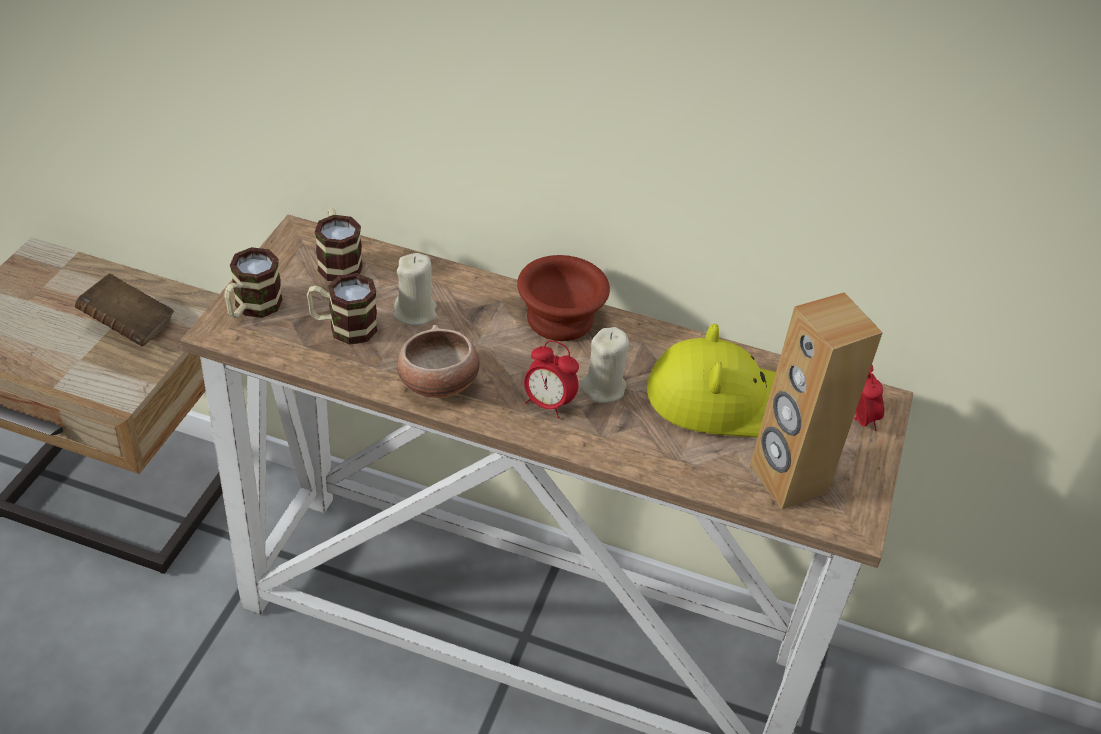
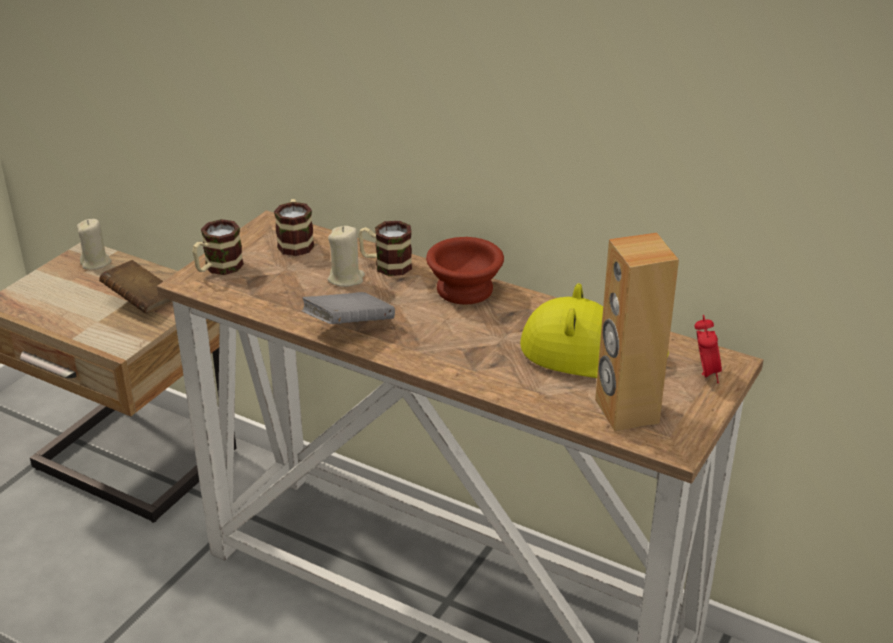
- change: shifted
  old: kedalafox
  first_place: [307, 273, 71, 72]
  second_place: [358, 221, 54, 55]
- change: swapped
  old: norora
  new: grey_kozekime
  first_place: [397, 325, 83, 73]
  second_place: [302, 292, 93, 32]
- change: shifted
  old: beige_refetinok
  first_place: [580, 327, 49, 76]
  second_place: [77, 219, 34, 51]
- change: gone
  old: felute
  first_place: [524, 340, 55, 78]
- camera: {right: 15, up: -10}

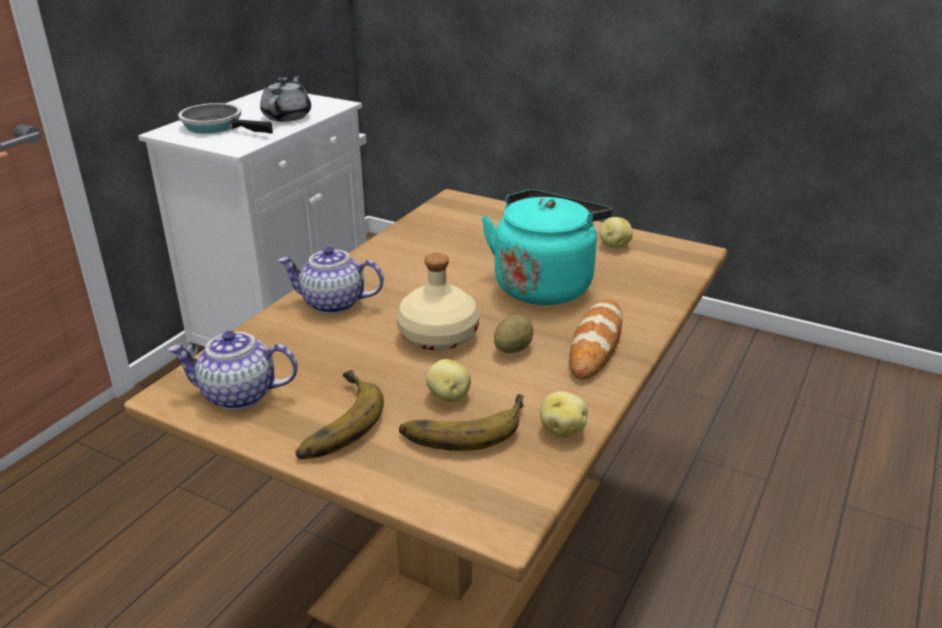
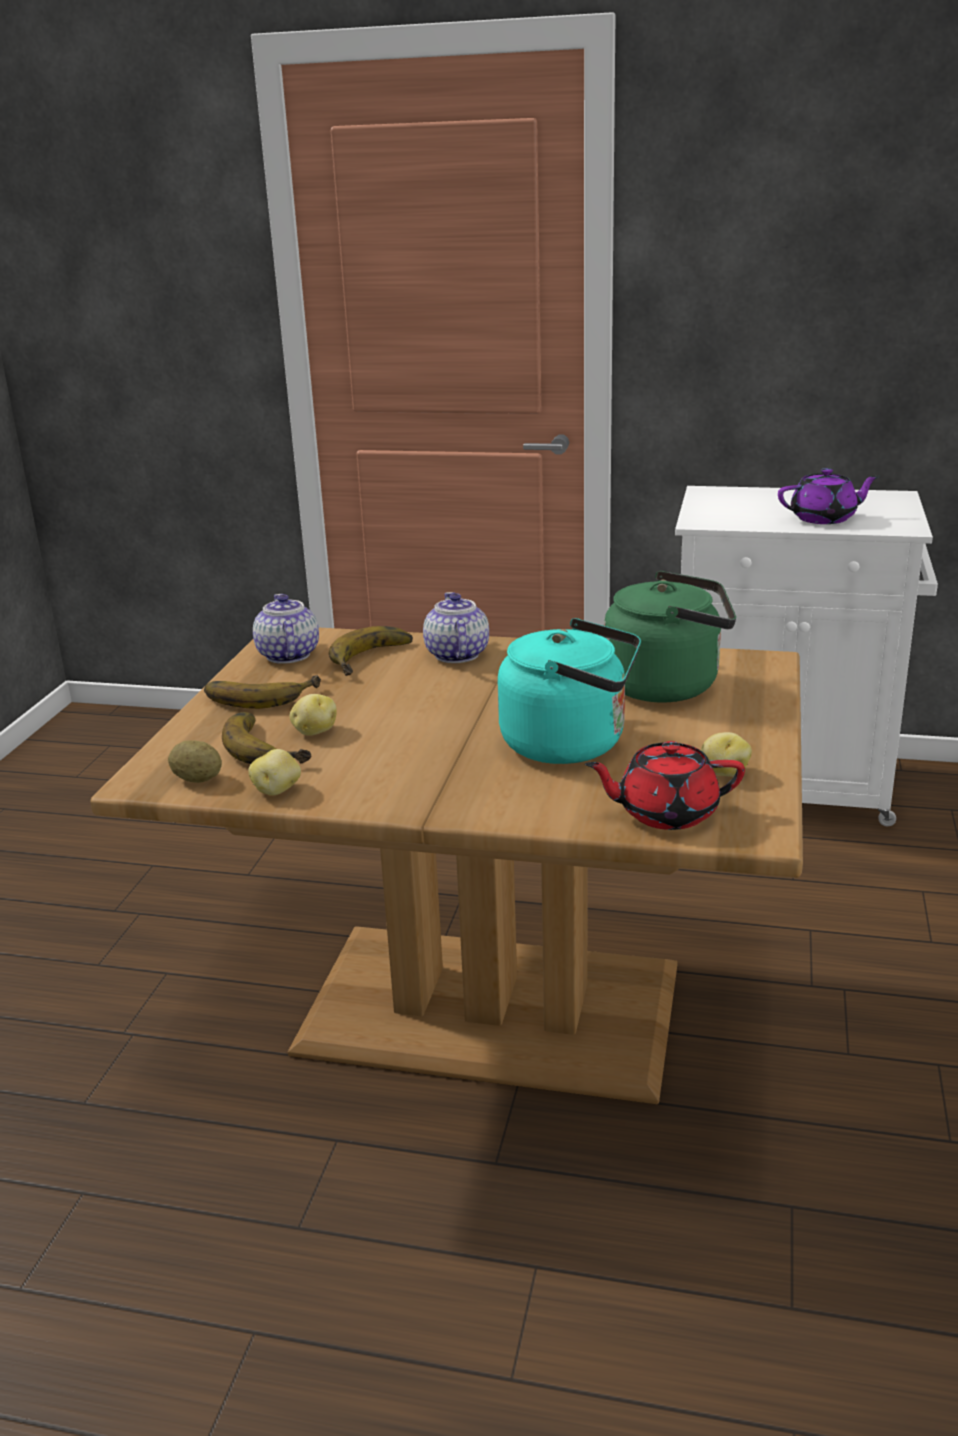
- change: repainted
  old: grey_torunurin
  new: purple_torunurin
  first_place: [260, 75, 51, 47]
  second_place: [778, 468, 102, 56]
- change: gone
  old: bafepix
  first_place: [178, 103, 95, 31]
- change: gone
  old: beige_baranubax
  first_place: [396, 253, 83, 97]
- change: gone
  old: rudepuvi
  first_place: [569, 299, 53, 81]
- change: shifted
  old: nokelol
  first_place: [494, 315, 40, 38]
  second_place: [168, 740, 54, 43]
- change: new
  new: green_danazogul
  second_place: [604, 571, 132, 132]
- change: new
  new: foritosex
  second_place: [329, 626, 84, 50]
- change: new
  new: red_torunurin
  second_place: [585, 741, 160, 89]
- camera: {right: 75, up: -5}

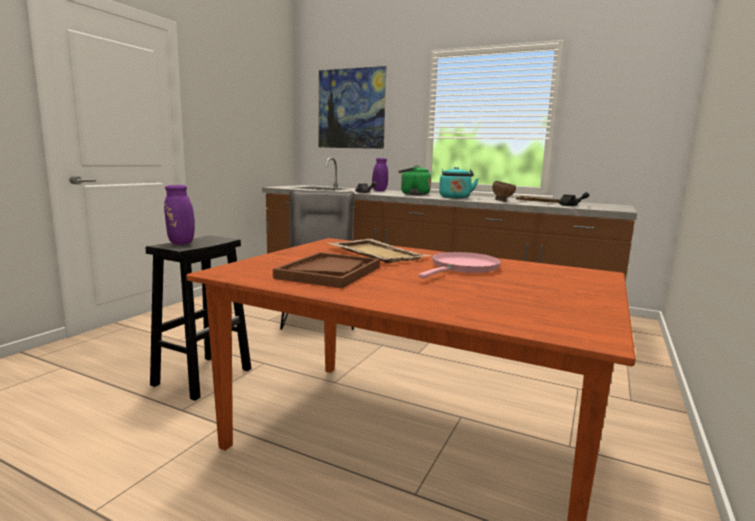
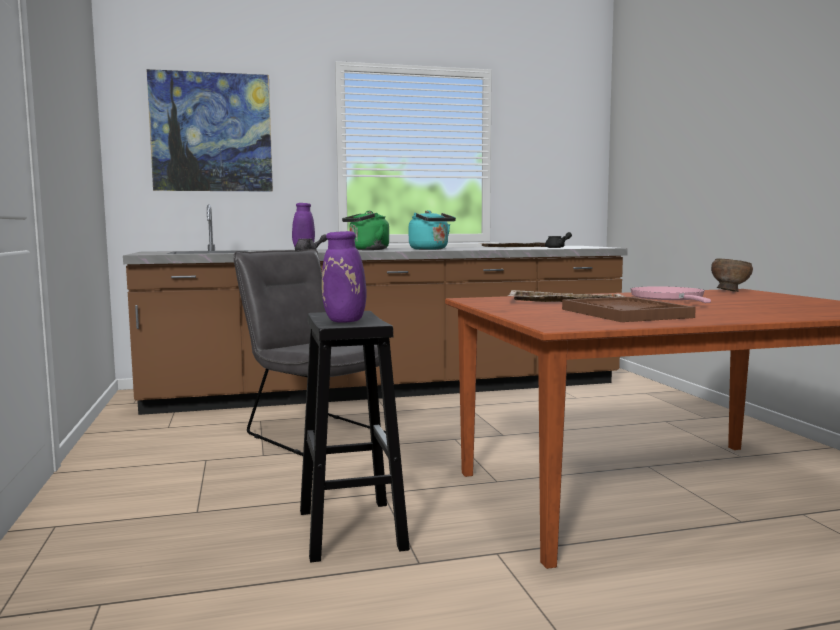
- change: shifted
  old: brown_norora
  first_place: [492, 181, 24, 21]
  second_place: [711, 259, 42, 33]
- camera: {right: -40, up: -5}

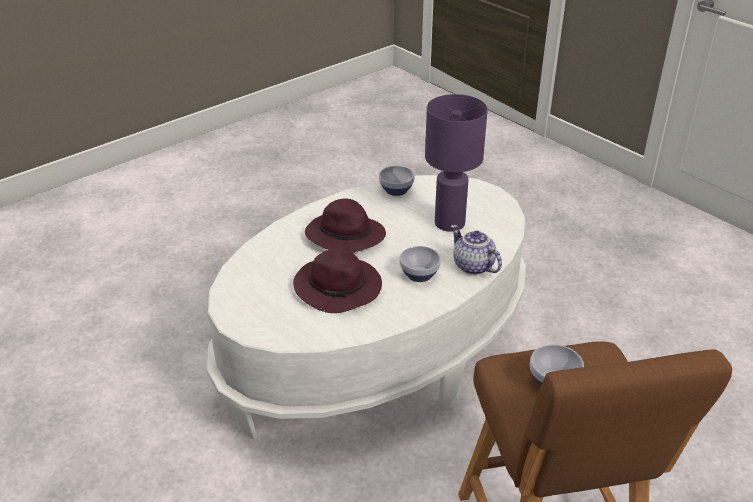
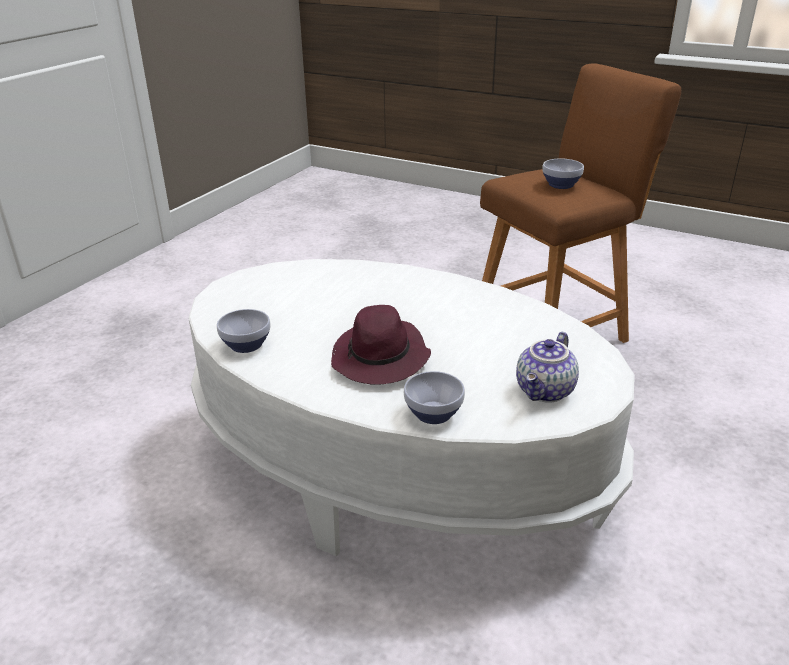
- change: gone
  old: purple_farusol
  first_place: [425, 94, 63, 138]
- change: shifted
  old: torunurin
  first_place: [451, 225, 51, 50]
  second_place: [516, 331, 63, 72]
- change: shifted
  old: norora
  first_place: [399, 246, 42, 36]
  second_place: [404, 371, 61, 53]
- change: gone
  old: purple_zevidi
  first_place: [293, 249, 89, 64]
- camera: {right: -110, up: -5}

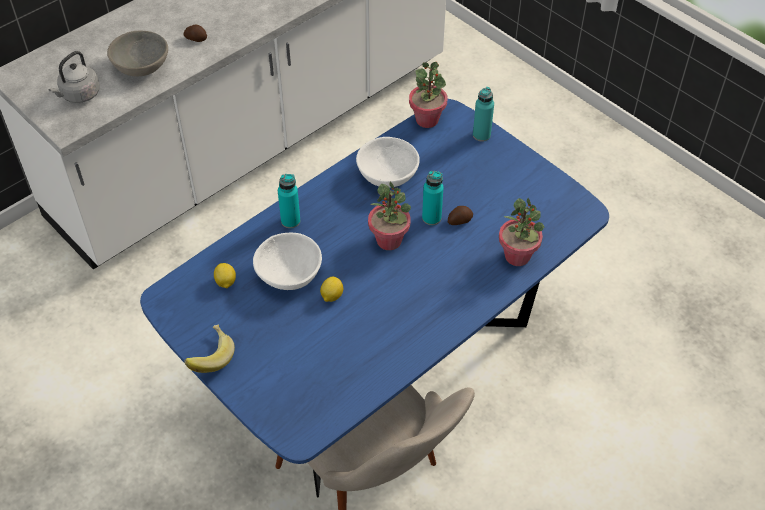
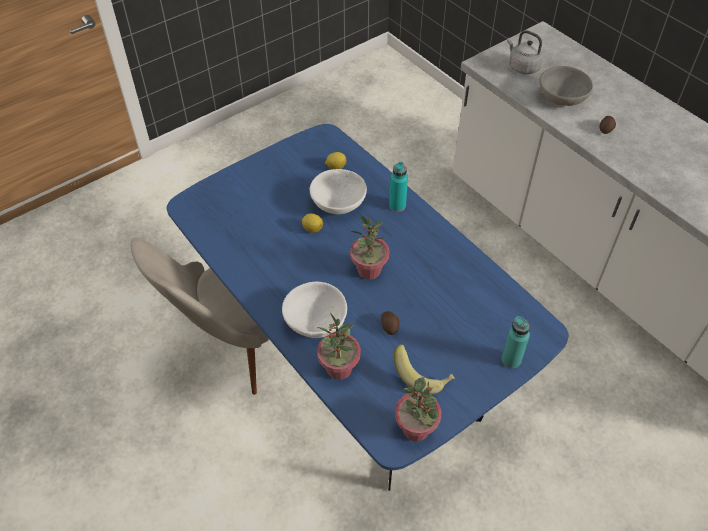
- change: shifted
  old: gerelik
  first_place: [409, 62, 38, 66]
  second_place: [395, 377, 47, 64]
- change: shifted
  old: white_norora
  first_place: [356, 137, 64, 51]
  second_place: [282, 281, 65, 57]
- change: gone
  old: turquoise_baranubax
  first_place: [422, 171, 21, 54]
- change: shifted
  old: foritosex
  first_place: [184, 324, 51, 49]
  second_place: [394, 344, 61, 51]
- camera: {right: 95, up: 0}

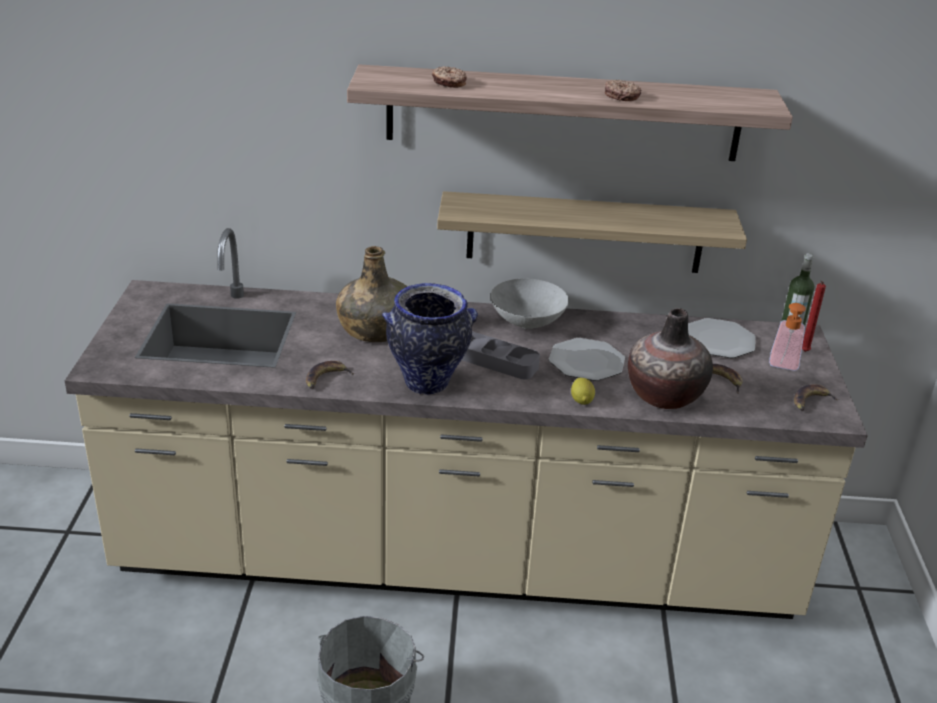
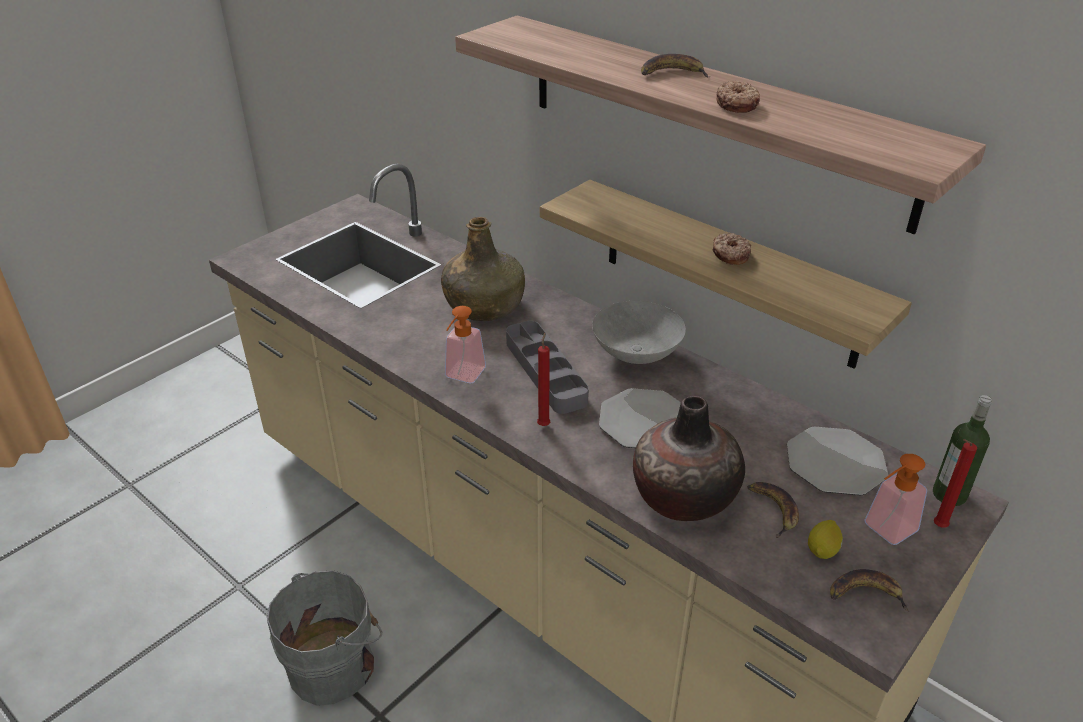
- change: shifted
  old: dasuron
  first_place: [432, 66, 35, 22]
  second_place: [712, 233, 39, 32]
- change: swapped
  old: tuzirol
  new: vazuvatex
  first_place: [382, 283, 96, 112]
  second_place: [445, 306, 41, 77]
- change: shifted
  old: foritosex
  first_place: [306, 361, 49, 27]
  second_place: [641, 54, 68, 24]
- change: shifted
  old: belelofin
  first_place: [571, 378, 24, 27]
  second_place: [808, 520, 35, 39]
- change: new
  new: red_refetinok
  second_place: [537, 333, 13, 93]
- camera: {right: 40, up: 5}

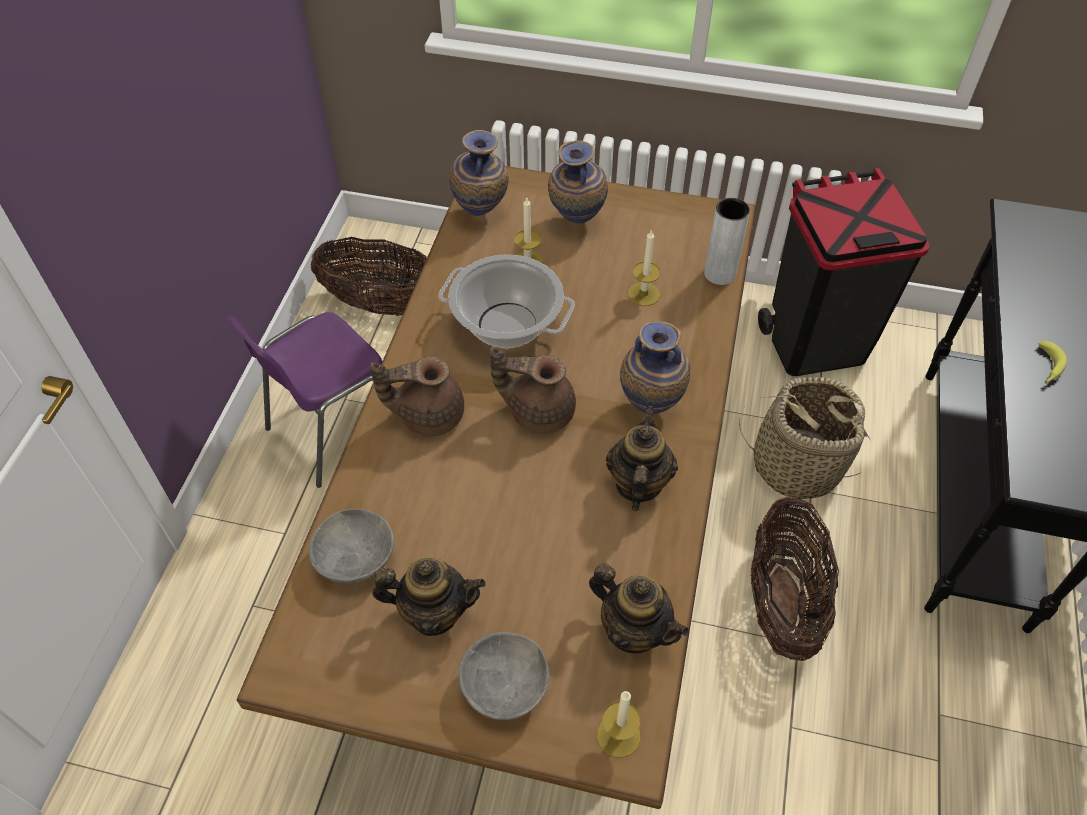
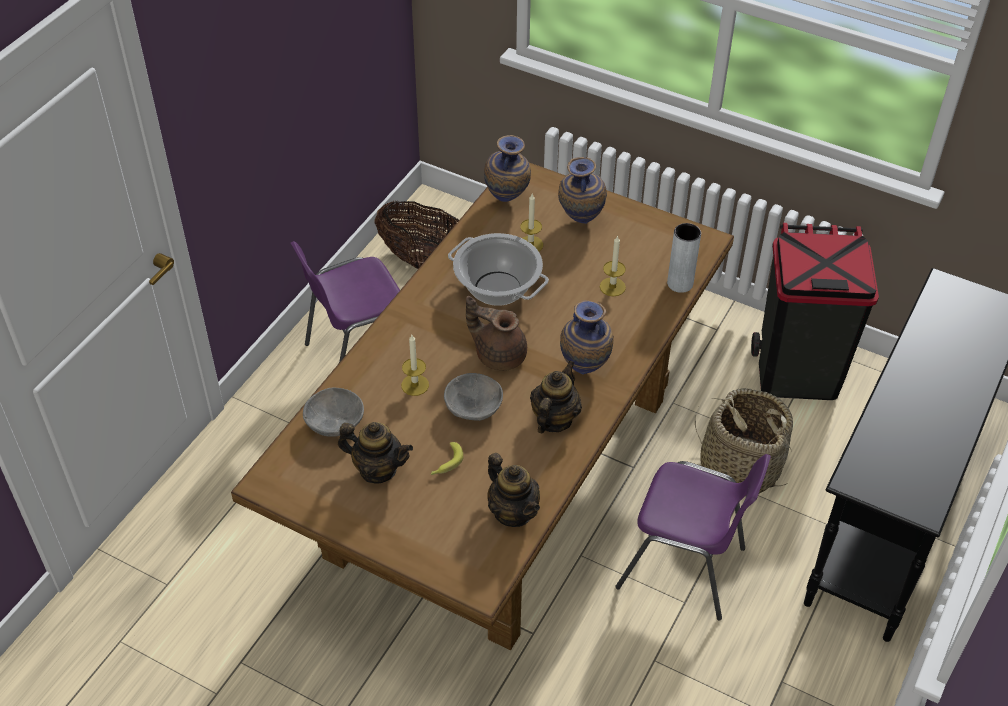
- change: shifted
  old: foritosex
  first_place: [1038, 341, 29, 42]
  second_place: [431, 442, 33, 33]
- change: gone
  old: brown_torunurin
  first_place: [370, 356, 94, 80]
- change: swapped
  old: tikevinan
  new: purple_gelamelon
  first_place: [750, 497, 89, 164]
  second_place: [615, 454, 156, 167]
- change: shifted
  old: grey_norora
  first_place: [459, 632, 90, 88]
  second_place: [444, 373, 59, 48]
- change: shifted
  old: refetinok
  first_place: [597, 691, 44, 67]
  second_place: [401, 335, 28, 61]
- camera: {right: 15, up: -5}

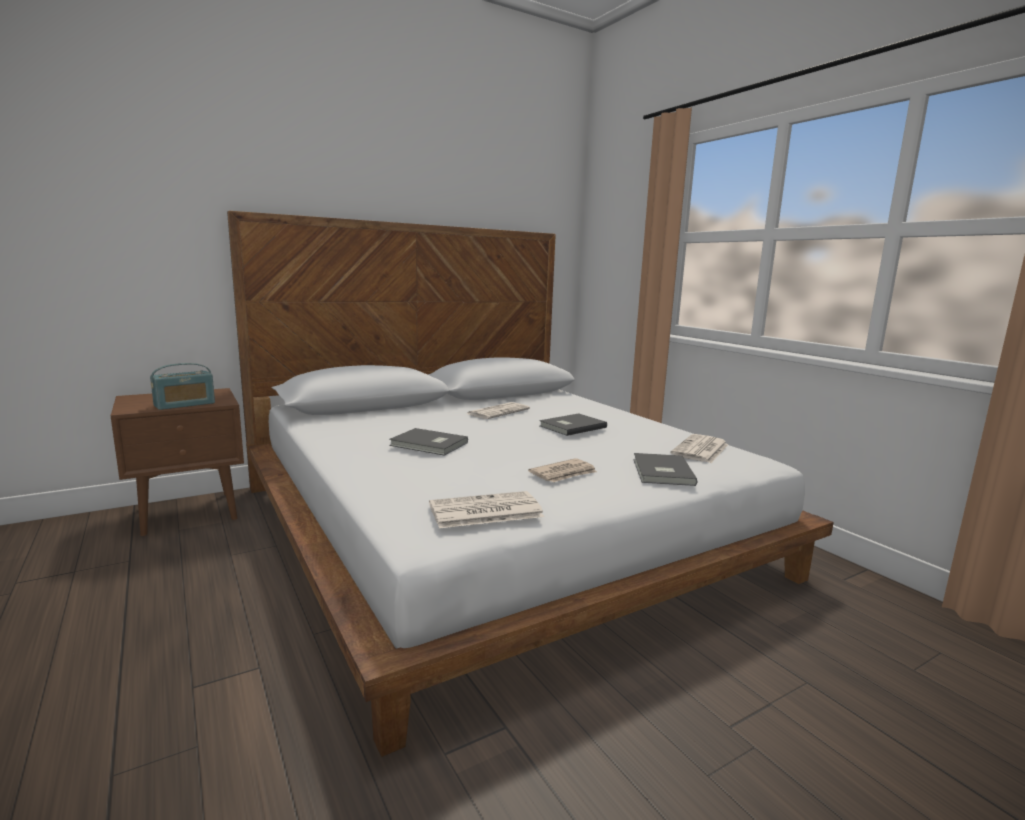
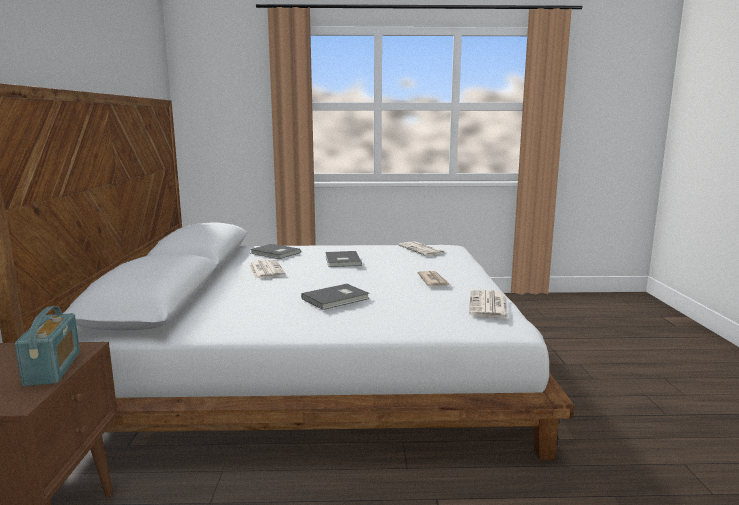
- change: shifted
  old: grey_kozekime
  first_place: [633, 453, 64, 33]
  second_place: [250, 244, 51, 15]
- camera: {right: -60, up: 0}

